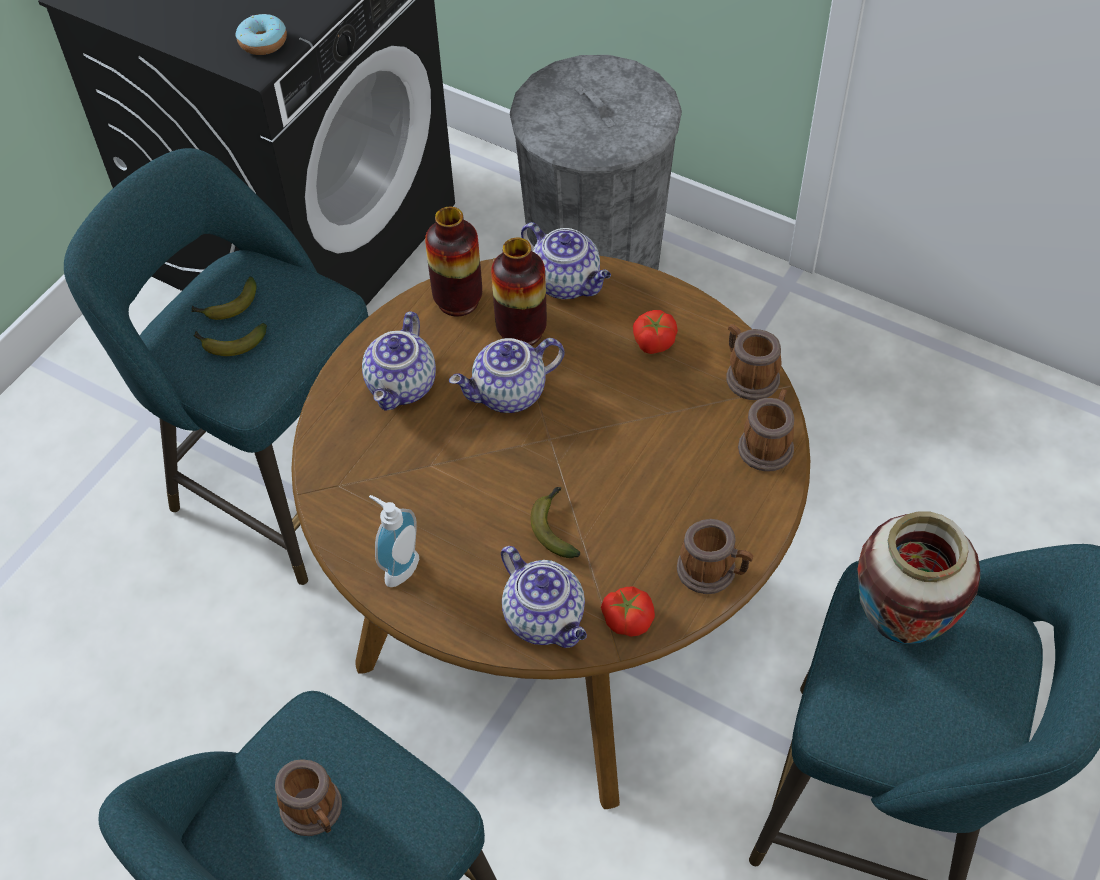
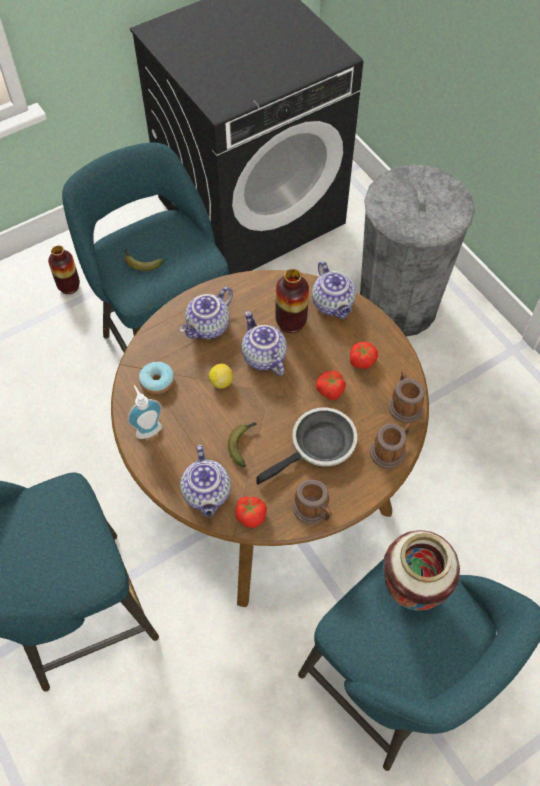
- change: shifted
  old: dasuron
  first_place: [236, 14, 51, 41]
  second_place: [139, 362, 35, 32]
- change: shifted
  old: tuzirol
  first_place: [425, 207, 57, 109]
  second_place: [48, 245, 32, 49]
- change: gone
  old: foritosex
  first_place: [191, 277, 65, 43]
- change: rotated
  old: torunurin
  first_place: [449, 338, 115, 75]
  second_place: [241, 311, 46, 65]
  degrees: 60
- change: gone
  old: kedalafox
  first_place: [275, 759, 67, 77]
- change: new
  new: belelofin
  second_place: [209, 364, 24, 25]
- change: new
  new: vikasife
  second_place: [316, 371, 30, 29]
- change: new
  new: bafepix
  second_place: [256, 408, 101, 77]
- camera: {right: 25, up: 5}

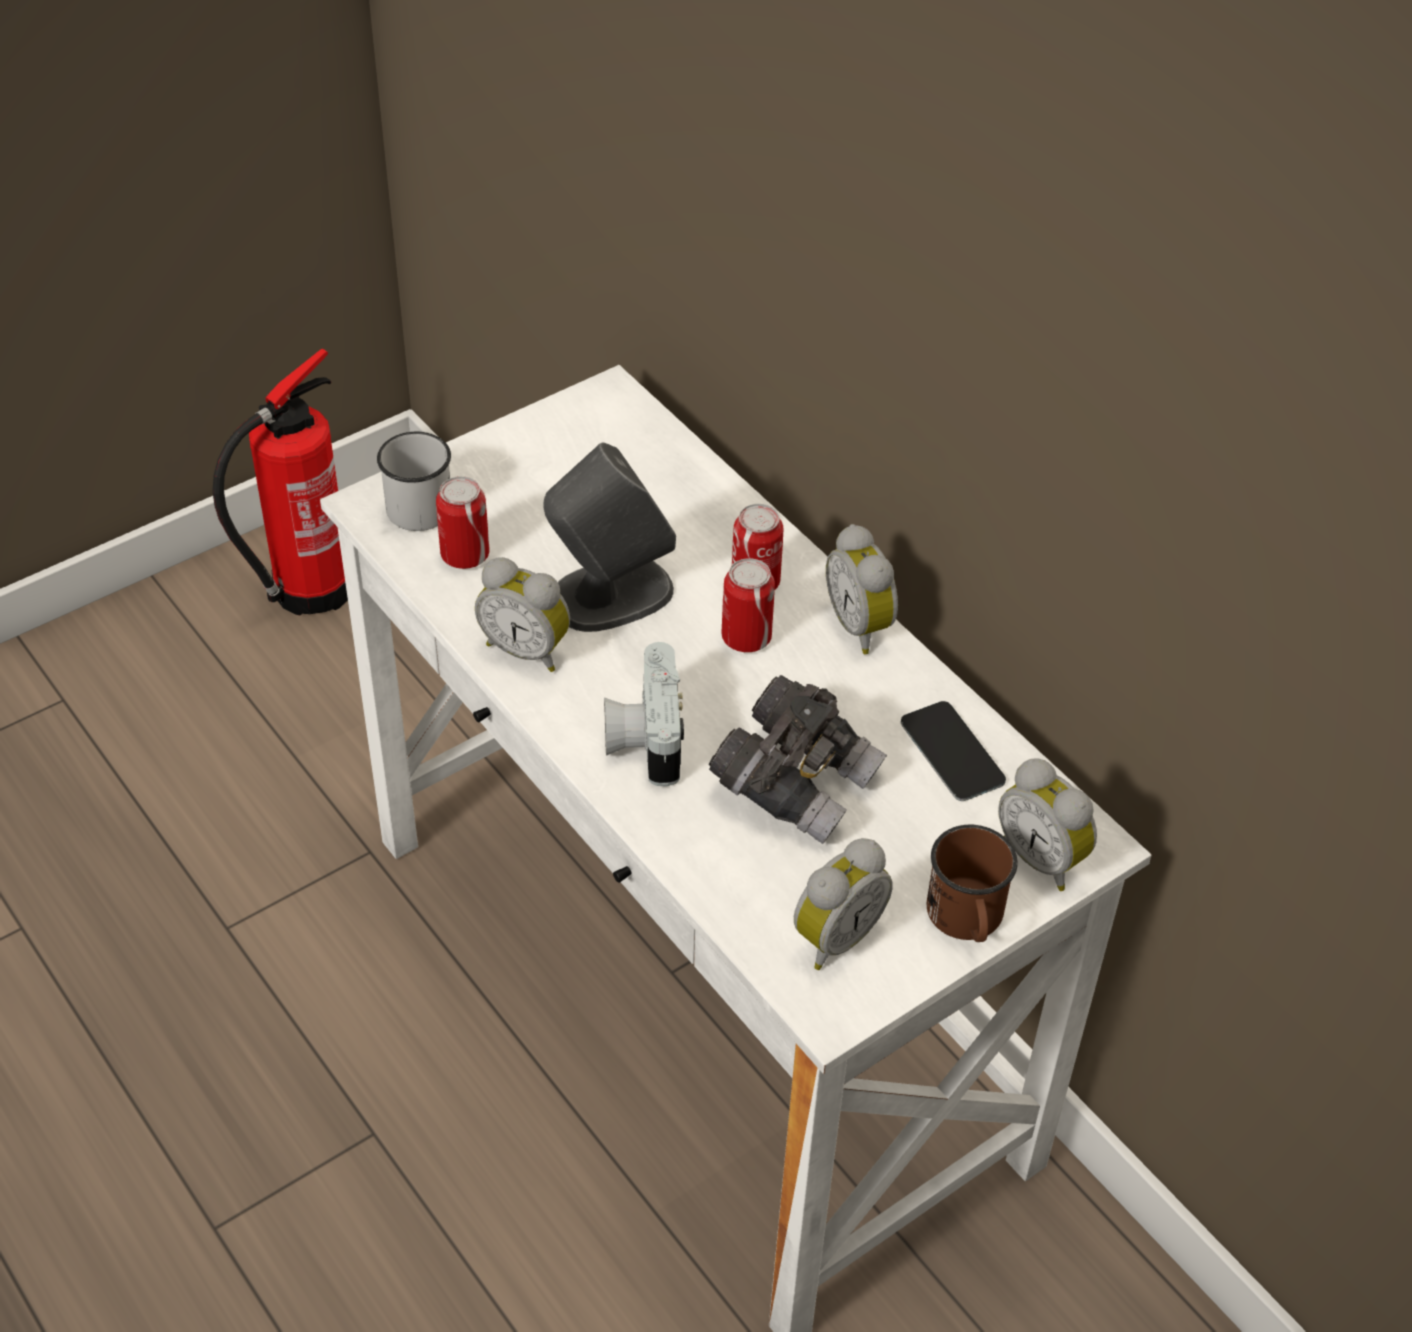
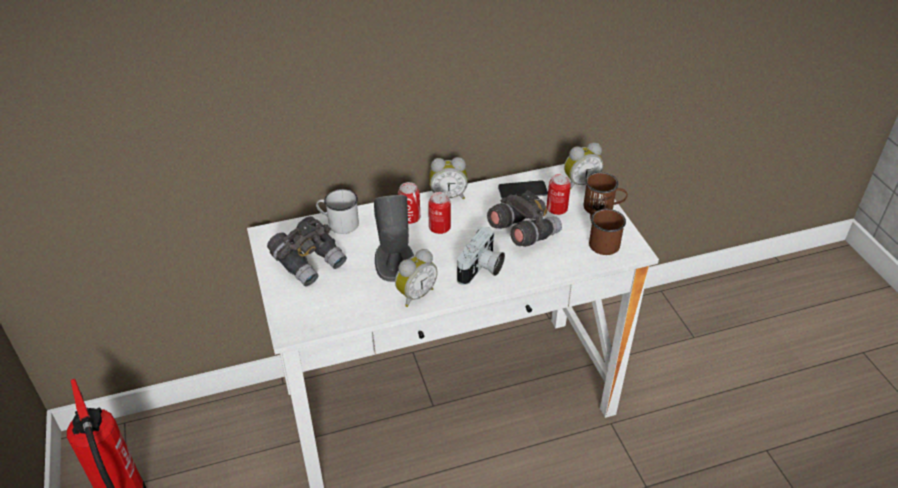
- change: shifted
  old: white_kedalafox
  first_place: [377, 432, 74, 99]
  second_place: [316, 189, 43, 45]
- change: shifted
  old: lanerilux
  first_place: [436, 476, 53, 93]
  second_place: [546, 174, 25, 41]
- change: rotated
  old: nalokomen
  first_place: [604, 642, 80, 145]
  second_place: [457, 227, 48, 58]
  degrees: -75
- change: swapped
  old: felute
  new: brown_kedalafox
  first_place: [794, 838, 99, 132]
  second_place: [589, 209, 37, 46]
- change: new
  new: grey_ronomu
  second_place: [267, 216, 80, 71]
- camera: {right: -70, up: -5}

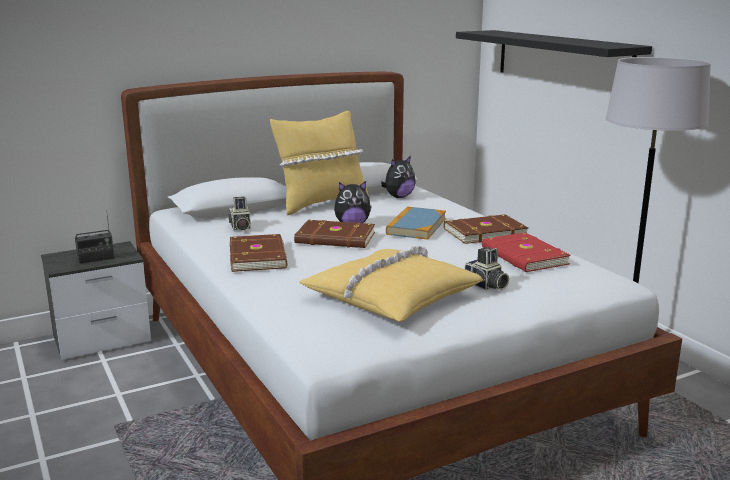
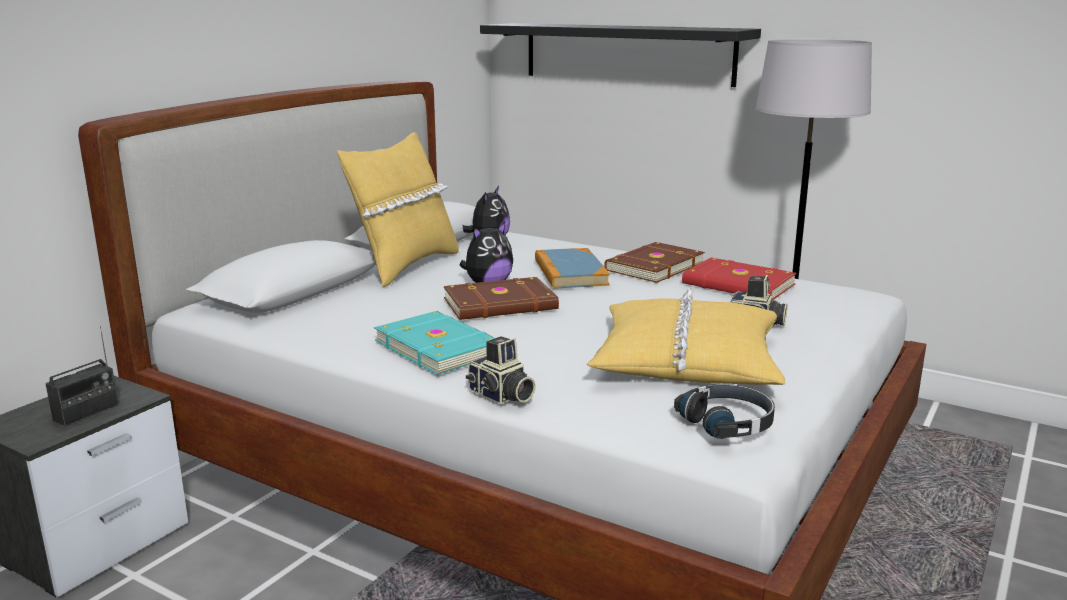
- change: shifted
  old: nalokomen
  first_place: [228, 197, 23, 34]
  second_place: [466, 336, 70, 68]
- change: repainted
  old: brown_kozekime
  new: turquoise_kozekime
  first_place: [230, 234, 57, 38]
  second_place: [374, 311, 121, 64]
- change: new
  new: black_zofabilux
  second_place: [674, 384, 101, 55]
- camera: {right: -30, up: 0}

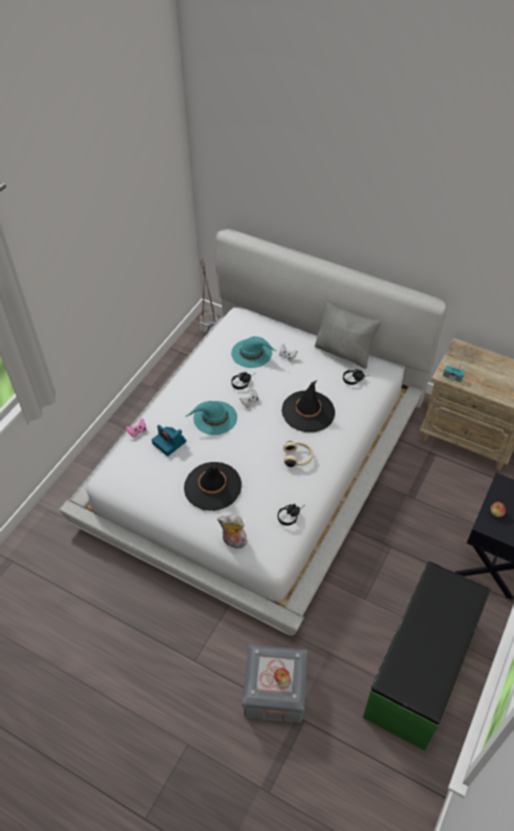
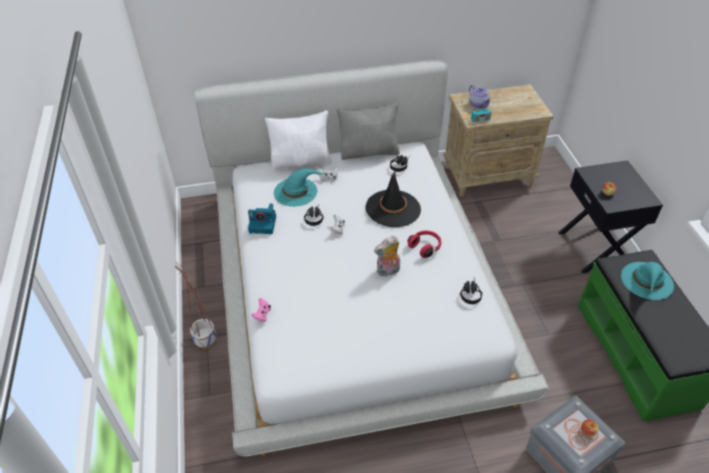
- change: shifted
  old: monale
  first_place: [200, 258, 18, 77]
  second_place: [175, 262, 41, 86]
- change: shifted
  old: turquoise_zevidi
  first_place: [186, 401, 51, 34]
  second_place: [621, 262, 53, 38]
- change: shifted
  old: nalokomen
  first_place: [152, 425, 34, 31]
  second_place: [248, 204, 28, 30]
- change: repainted
  old: beige_zofabilux
  new: red_zofabilux
  first_place: [283, 441, 30, 26]
  second_place: [407, 231, 34, 27]
- change: gone
  old: black_zevidi
  first_place: [184, 462, 58, 49]
- change: shifted
  old: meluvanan
  first_place: [217, 515, 30, 33]
  second_place: [374, 236, 26, 41]
- change: new
  new: torunurin
  second_place: [469, 85, 23, 23]
- change: new
  new: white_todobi
  second_place: [265, 110, 67, 60]
- camera: {right: -40, up: -5}

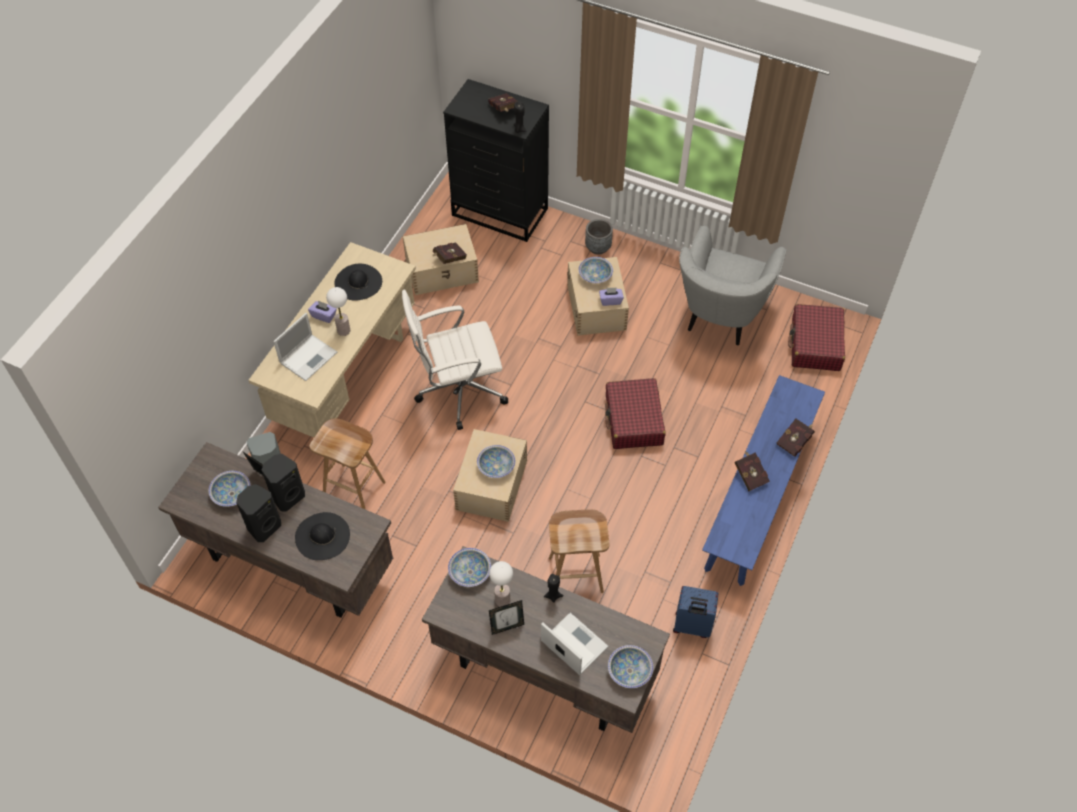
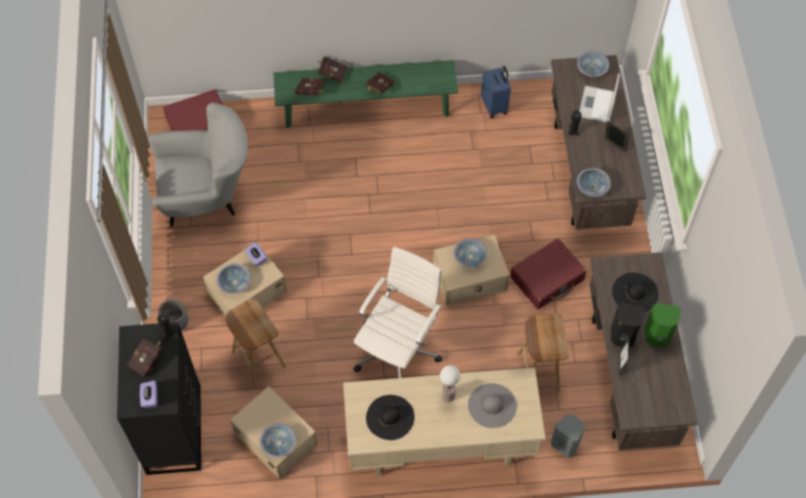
- change: shifted
  old: red_kozekime
  first_place: [433, 243, 34, 21]
  second_place: [295, 78, 30, 18]
- change: rotated
  old: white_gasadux
  first_place: [402, 290, 106, 140]
  second_place: [353, 247, 89, 131]
  degrees: -105
- change: shifted
  old: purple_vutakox
  first_place: [308, 300, 29, 23]
  second_place: [140, 380, 17, 28]
- change: swapped
  old: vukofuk
  new: grey_zevidi
  first_place: [273, 313, 64, 68]
  second_place: [468, 383, 49, 45]
- change: repainted
  old: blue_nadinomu
  new: green_nadinomu
  first_place: [702, 375, 123, 211]
  second_place: [274, 60, 184, 68]
- change: shifted
  old: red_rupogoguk
  first_place: [605, 378, 61, 71]
  second_place: [510, 238, 76, 71]
- change: shifted
  old: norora
  first_place: [209, 471, 42, 36]
  second_place: [260, 423, 36, 35]
- change: repainted
  old: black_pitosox
  new: green_pitosox
  first_place: [236, 484, 45, 58]
  second_place: [645, 303, 36, 45]
- change: shifted
  old: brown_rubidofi
  first_place: [549, 509, 60, 84]
  second_place: [226, 298, 60, 88]
- change: gone
  old: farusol
  first_place: [489, 561, 24, 46]
- camera: {right: -120, up: 5}

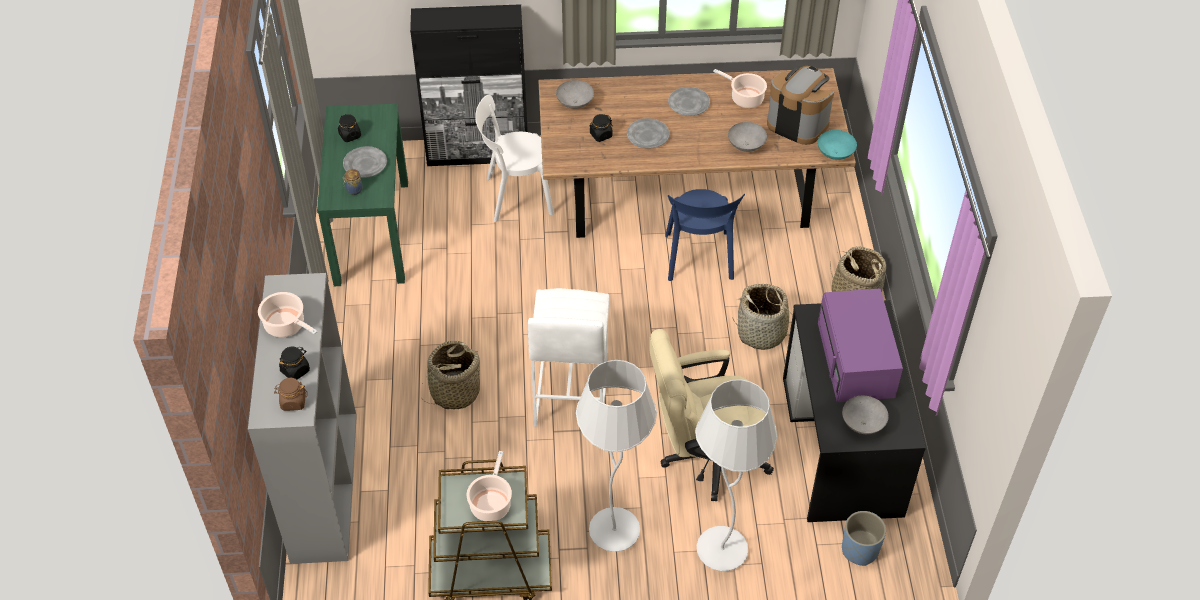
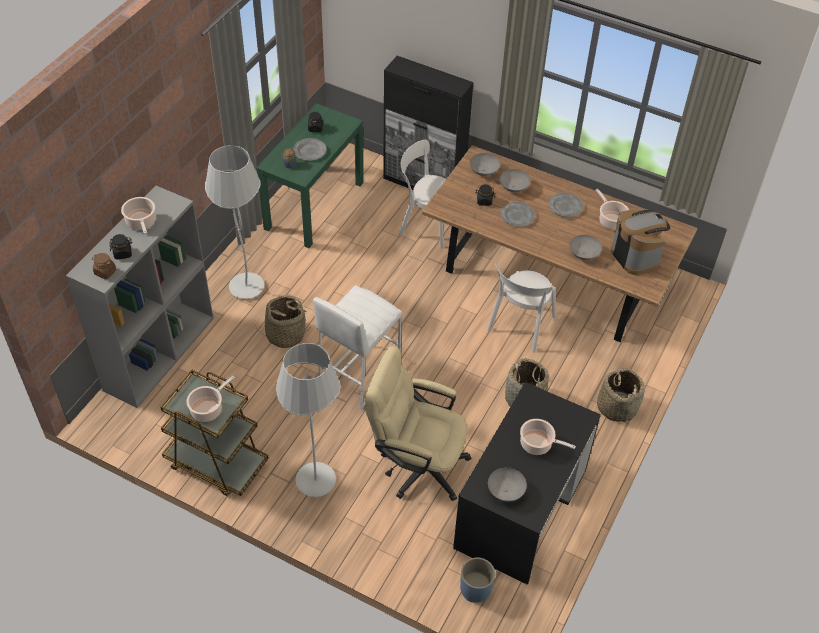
- change: gone
  old: turquoise_norora
  first_place: [817, 130, 40, 30]
- change: repainted
  old: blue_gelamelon
  new: white_gelamelon
  first_place: [665, 189, 80, 92]
  second_place: [487, 263, 69, 89]
- change: swapped
  old: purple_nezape
  new: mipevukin
  first_place: [818, 288, 85, 114]
  second_place: [520, 419, 56, 36]
- change: shifted
  old: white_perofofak
  first_place: [695, 379, 82, 192]
  second_place: [205, 145, 59, 154]
- change: new
  new: grey_norora
  second_place: [500, 169, 31, 23]
- camera: {right: 30, up: 0}

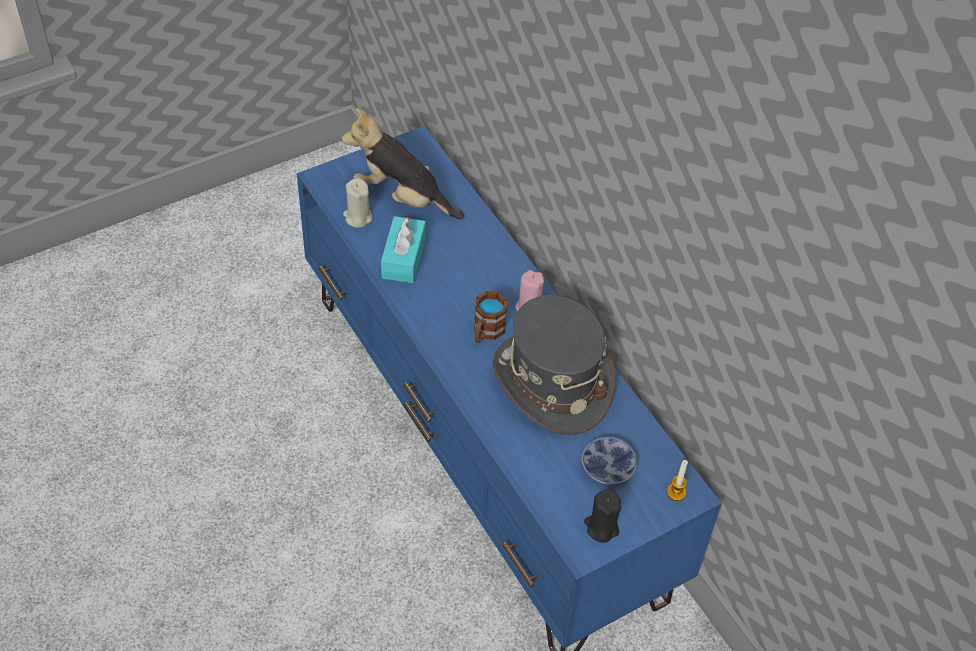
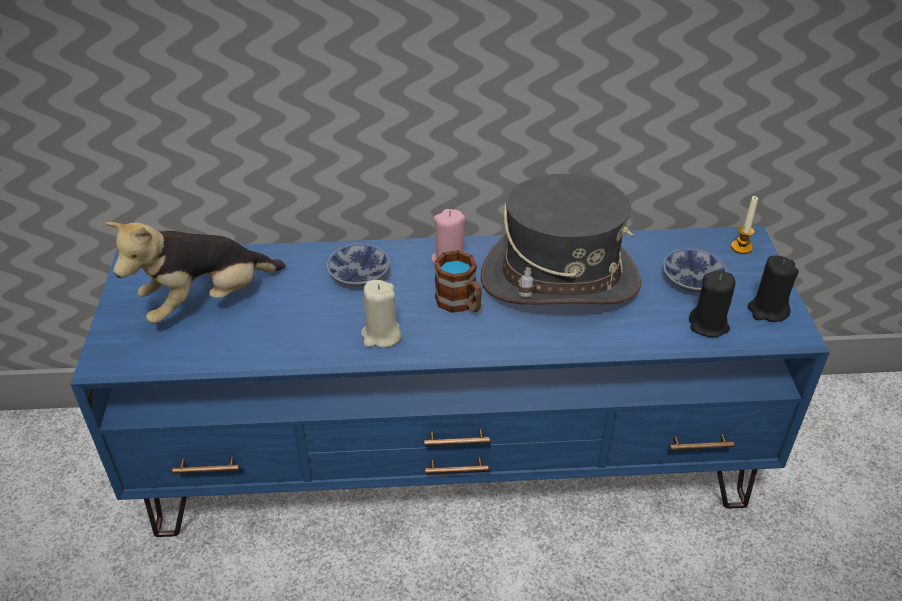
- change: shifted
  old: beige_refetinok
  first_place: [343, 178, 30, 50]
  second_place: [361, 280, 41, 68]
- change: gone
  old: turquoise_vutakox
  first_place: [381, 216, 45, 67]
- change: new
  new: norora
  second_place: [327, 243, 62, 44]
- change: new
  new: black_refetinok
  second_place: [689, 271, 47, 66]
- camera: {right: -60, up: -10}

